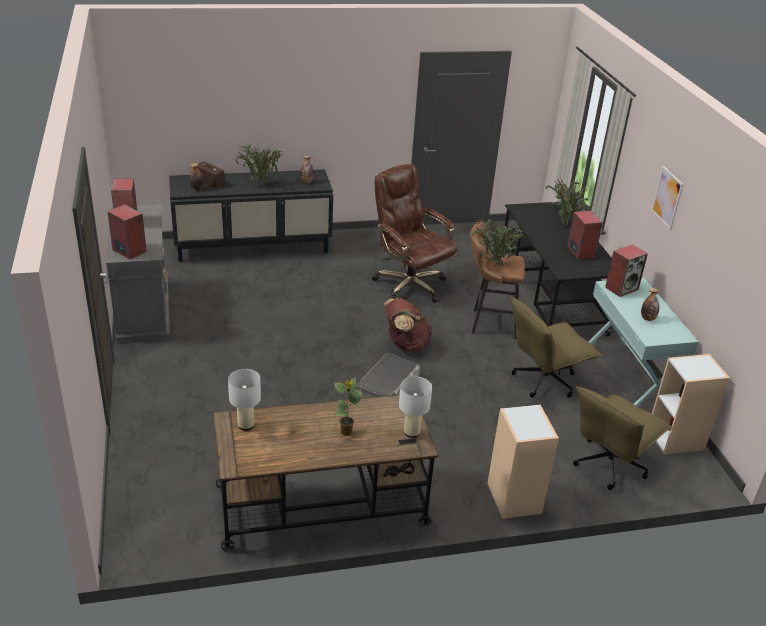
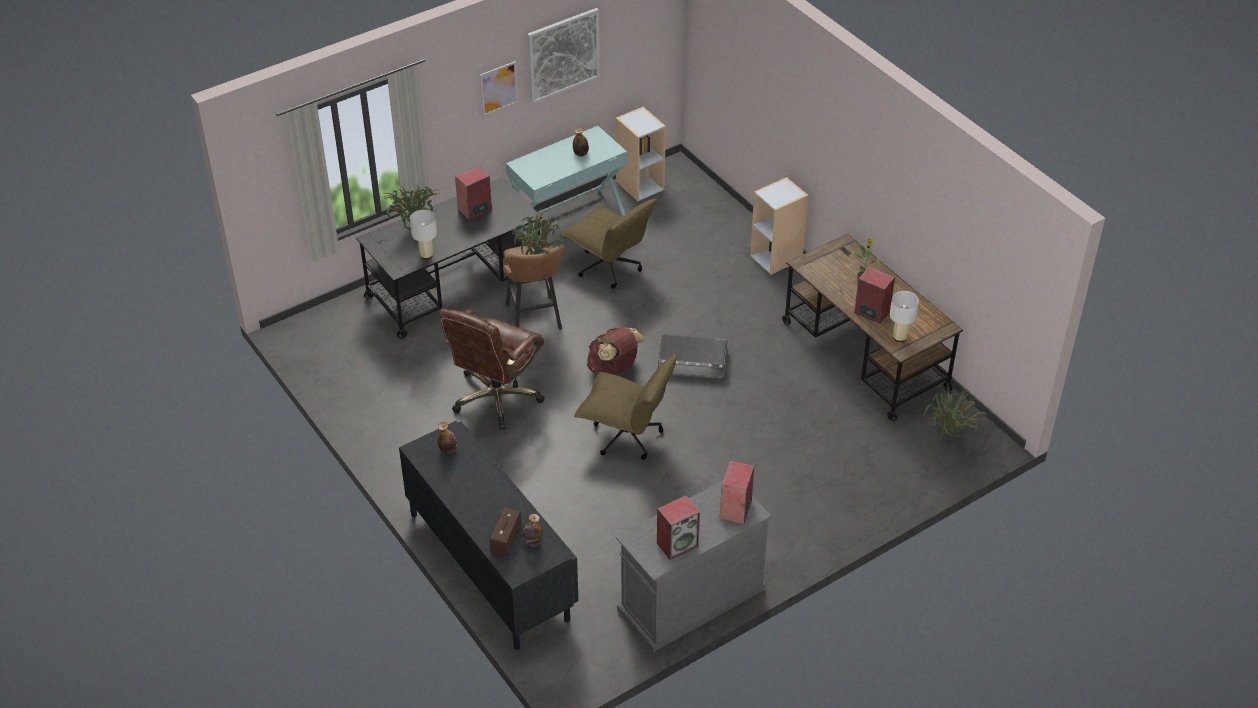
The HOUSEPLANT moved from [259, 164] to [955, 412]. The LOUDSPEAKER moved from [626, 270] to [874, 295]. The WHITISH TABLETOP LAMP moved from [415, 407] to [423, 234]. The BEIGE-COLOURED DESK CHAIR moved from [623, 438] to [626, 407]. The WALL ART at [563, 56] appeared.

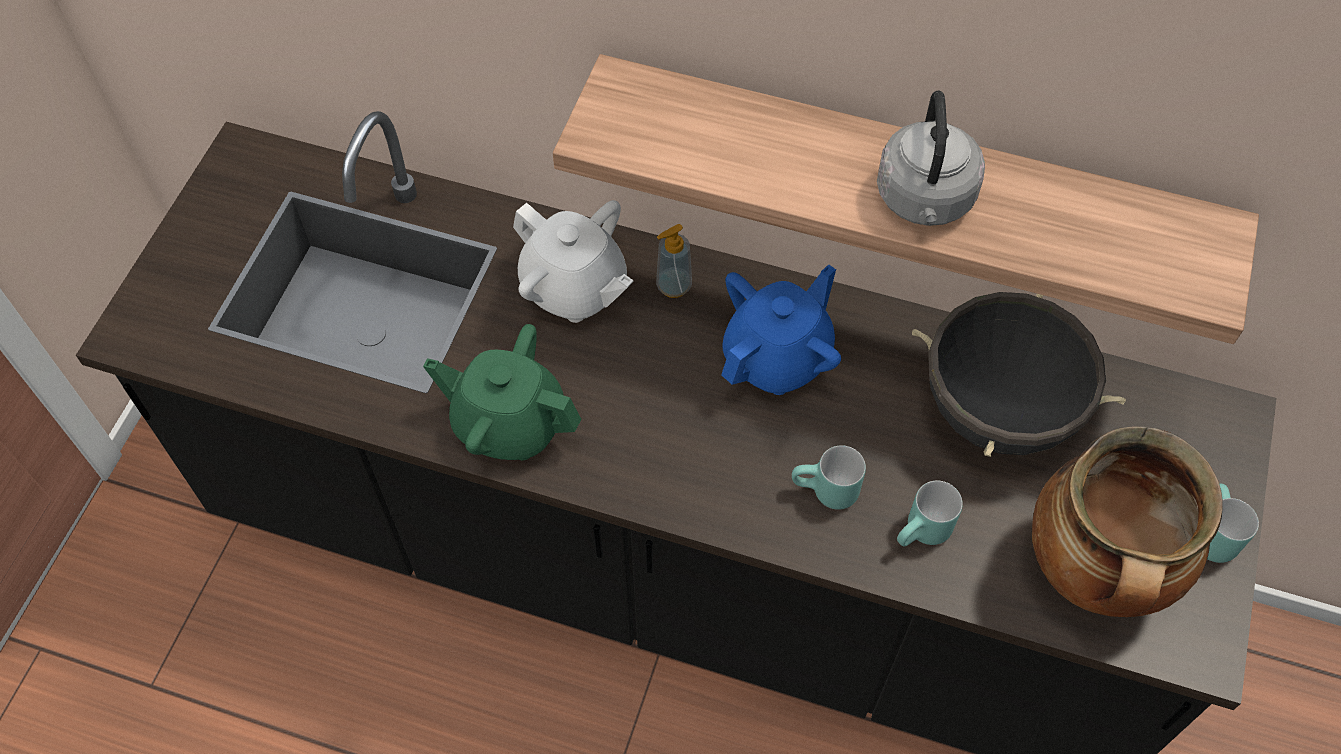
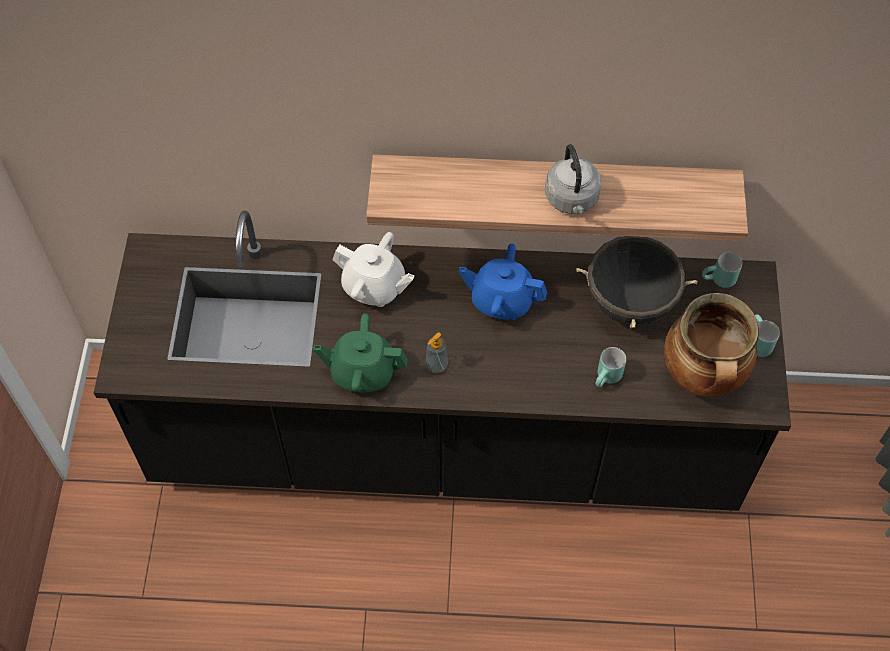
The SOAP DISPENSER moved from [674, 261] to [437, 352]. The BLUE TEA POT at [781, 329] turned 105 degrees counterclockwise. The TURQUOISE-COLOURED MUG moved from [829, 477] to [722, 270].

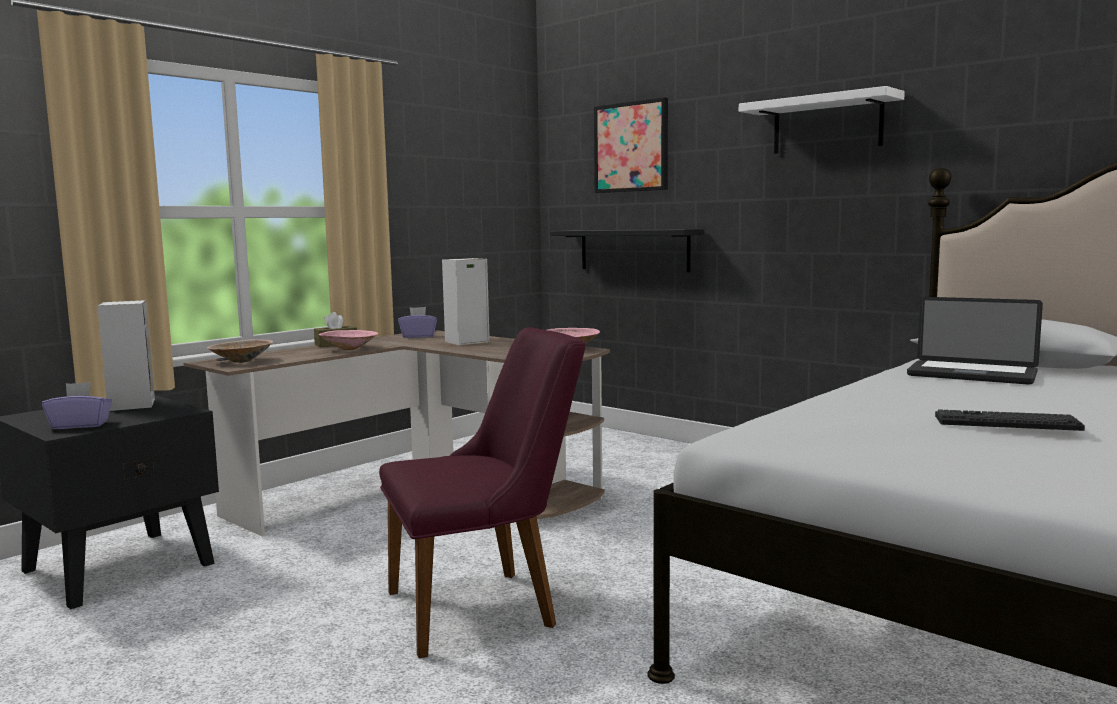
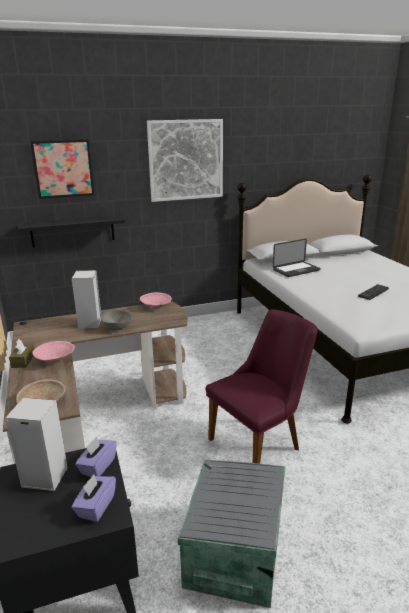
The WHITISH SHELF at [822, 120] was replaced by the WALL ART at [185, 160]. The PURPLE-COLOURED TISSUE BOX moved from [417, 322] to [96, 457]. The PURPLE-COLOURED PLAIN CHAIR at [482, 493] turned 45 degrees clockwise. The GRAY SERVING BOWL at [116, 320] appeared. The GRAY STORAGE BOX at [232, 533] appeared.

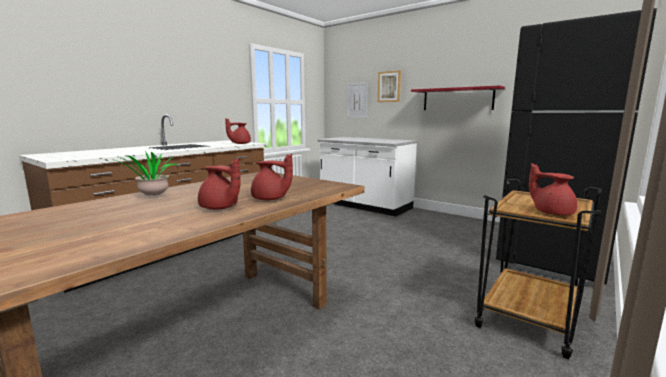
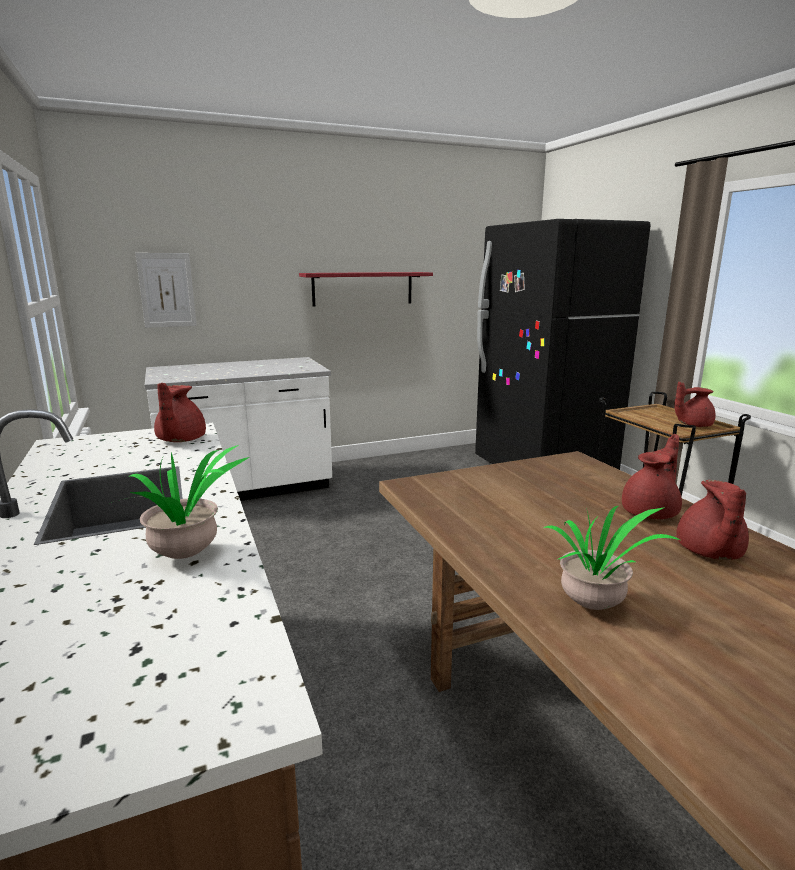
The WALL ART at [389, 86] disappeared. The RED TEA POT at [219, 184] turned 135 degrees clockwise. The HOUSEPLANT at [180, 502] appeared.

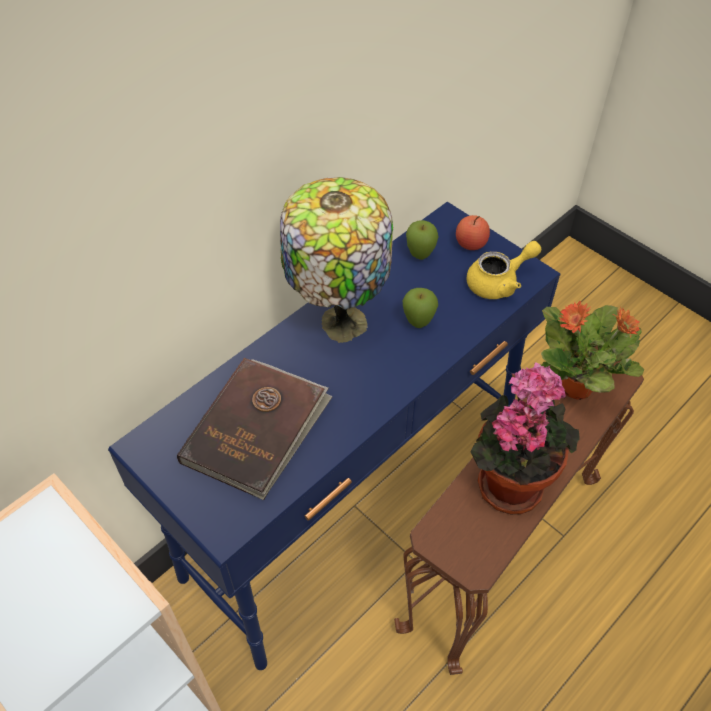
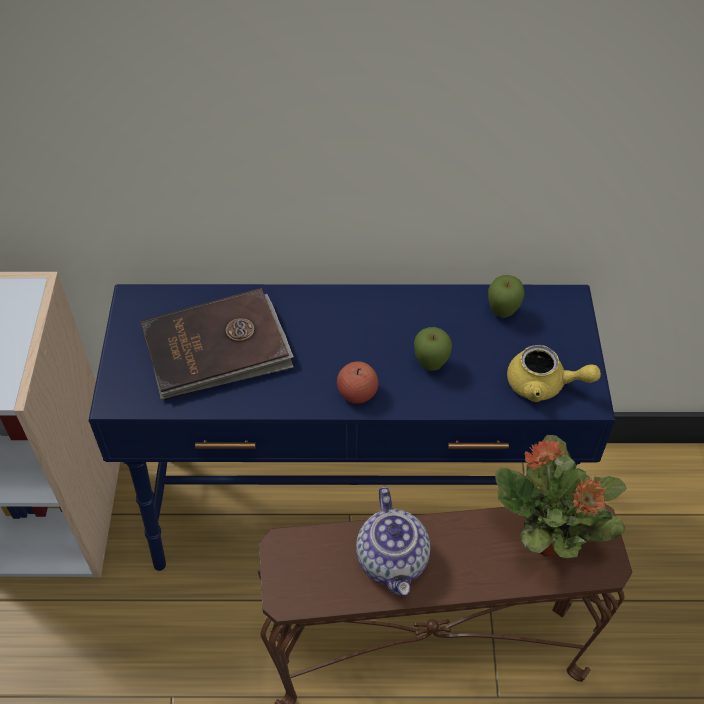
The TABLETOP LAMP at [336, 260] disappeared. The WHOLE APPLE moved from [473, 232] to [358, 382]. The HOUSEPLANT at [525, 438] was replaced by the TEA POT at [393, 541].

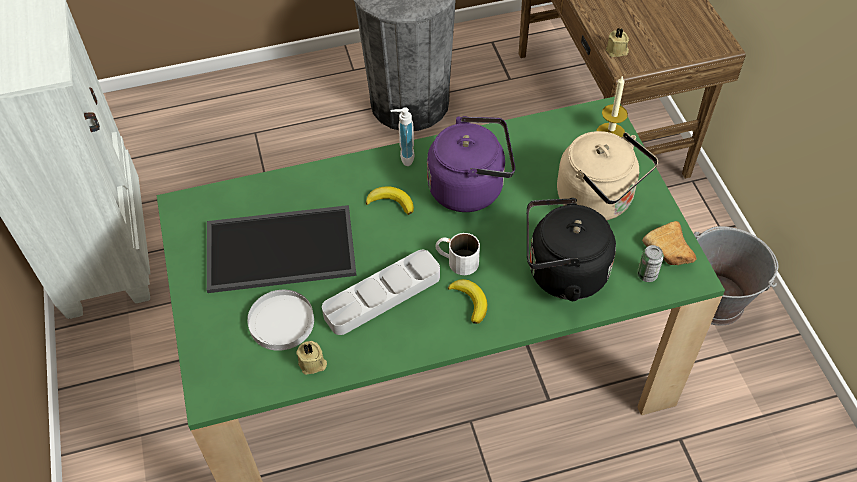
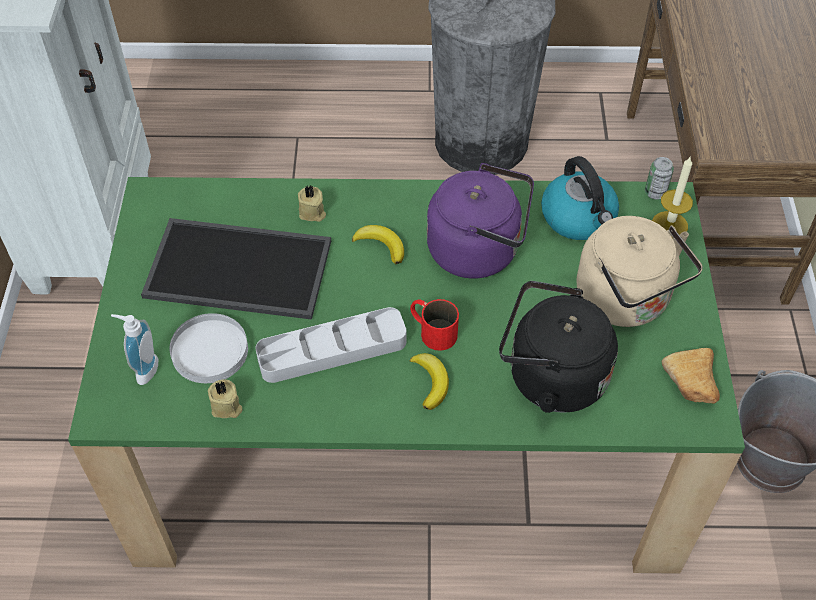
The BEIGE-COLOURED CANDLE moved from [617, 42] to [312, 204]. The SOAP DISPENSER moved from [403, 136] to [134, 349]. The WHITISH MUG at [457, 254] became the RED MUG at [434, 325]. The CAN moved from [650, 263] to [659, 178]. The KETTLE at [580, 198] appeared.

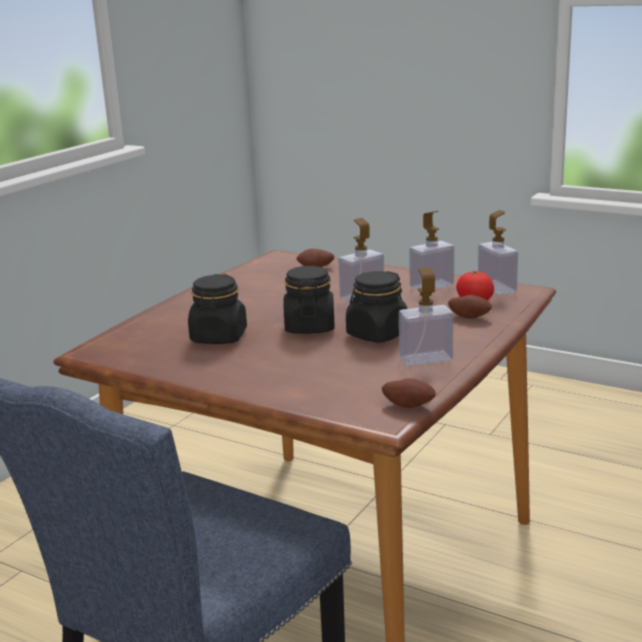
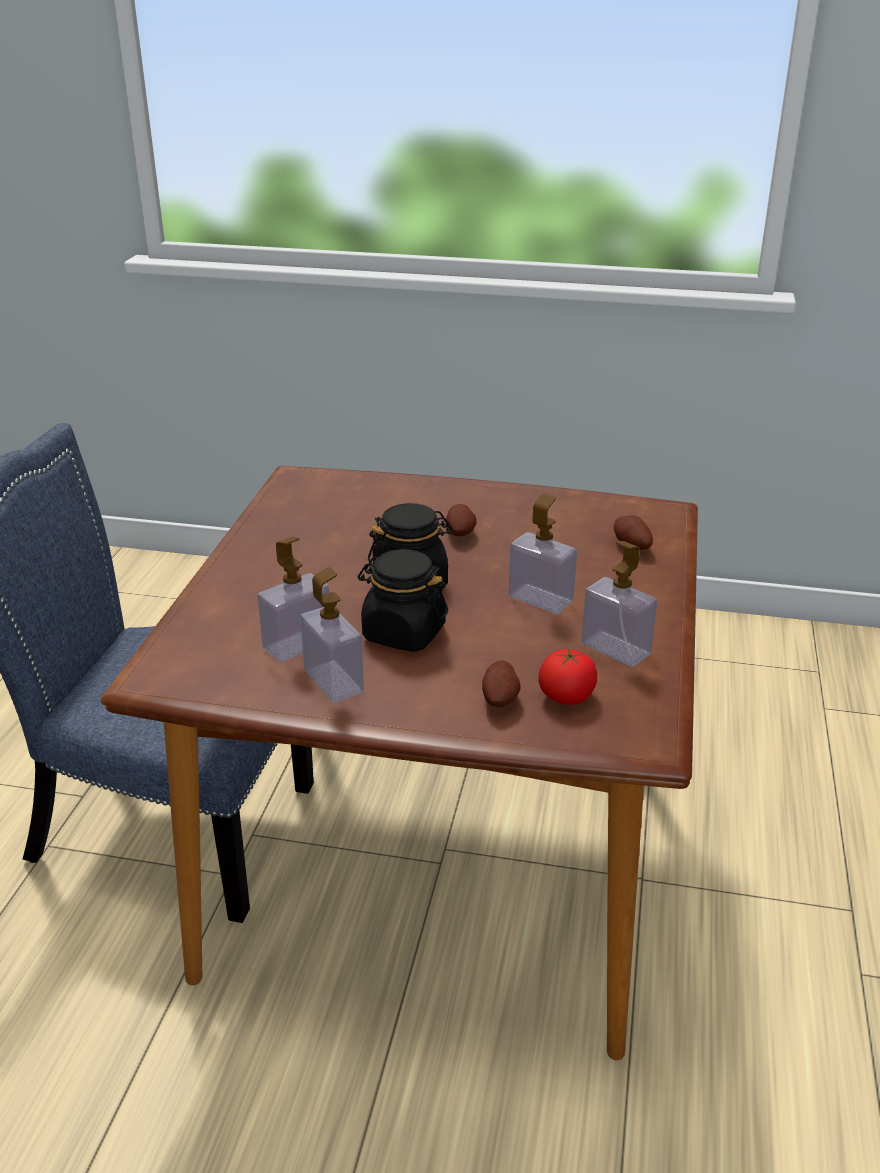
The SOAP DISPENSER moved from [498, 252] to [293, 599]. The BLACK JAR at [217, 309] disappeared. The WHOLE POTATO moved from [409, 393] to [461, 520].

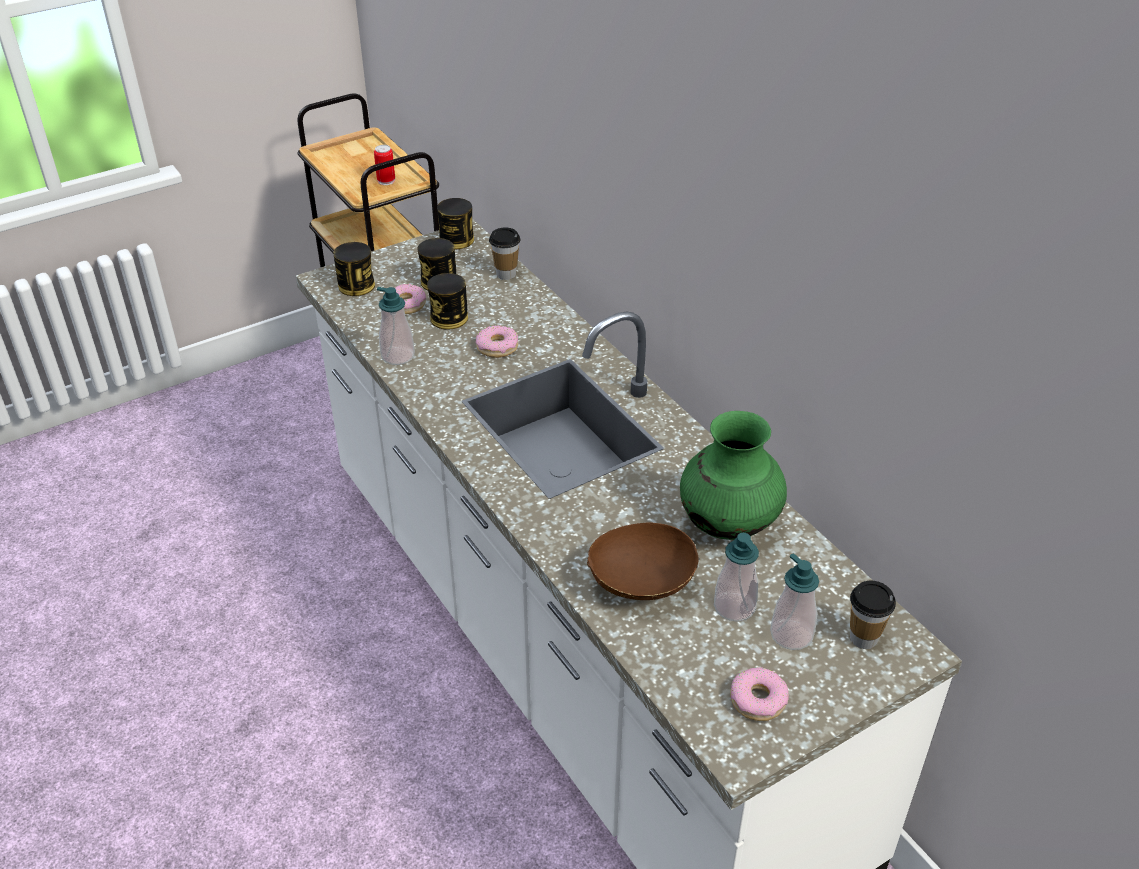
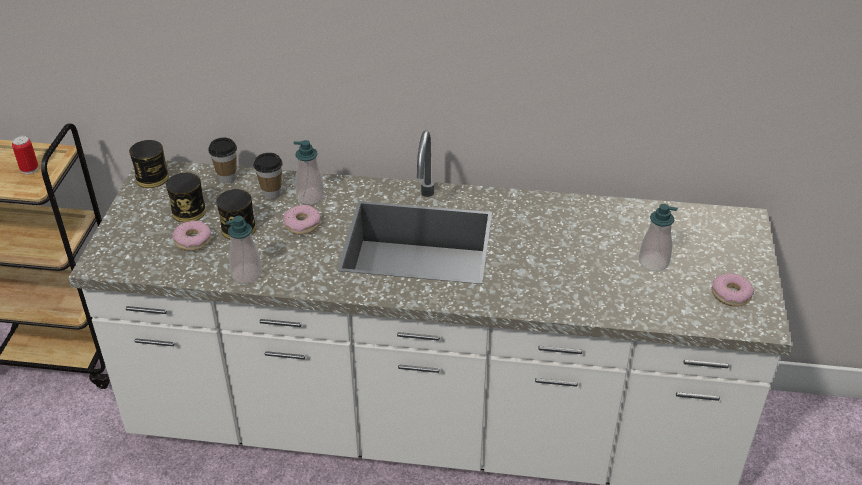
The CAN at [354, 269] disappeared. The GREEN-COLOURED VASE at [733, 475] disappeared. The BROWN SERVING BOWL at [643, 561] disappeared. The SOAP DISPENSER moved from [794, 601] to [309, 172]. The DRINKING CUP moved from [873, 615] to [268, 176].

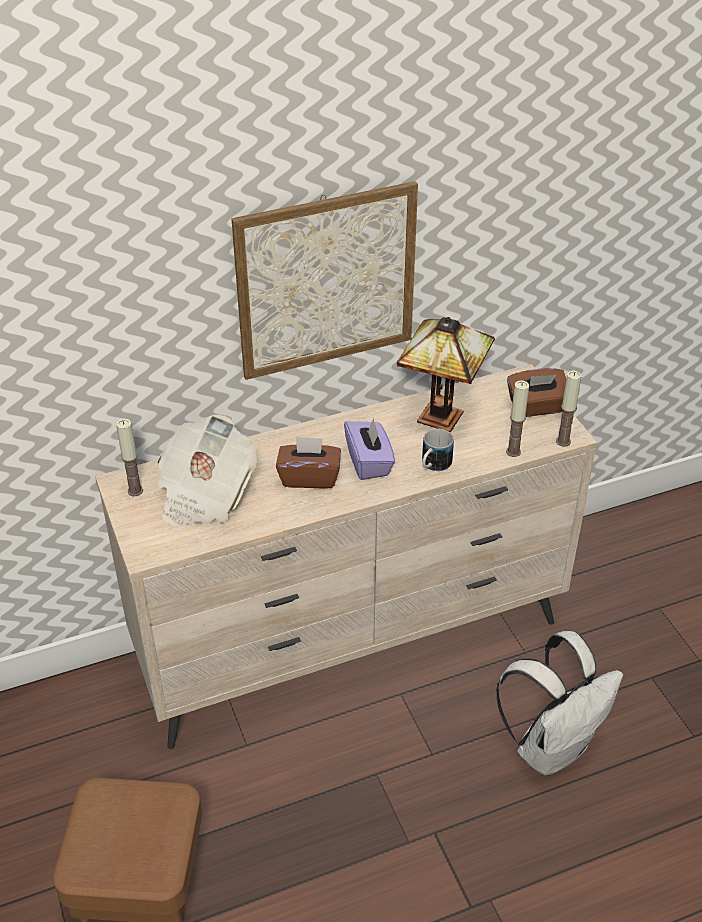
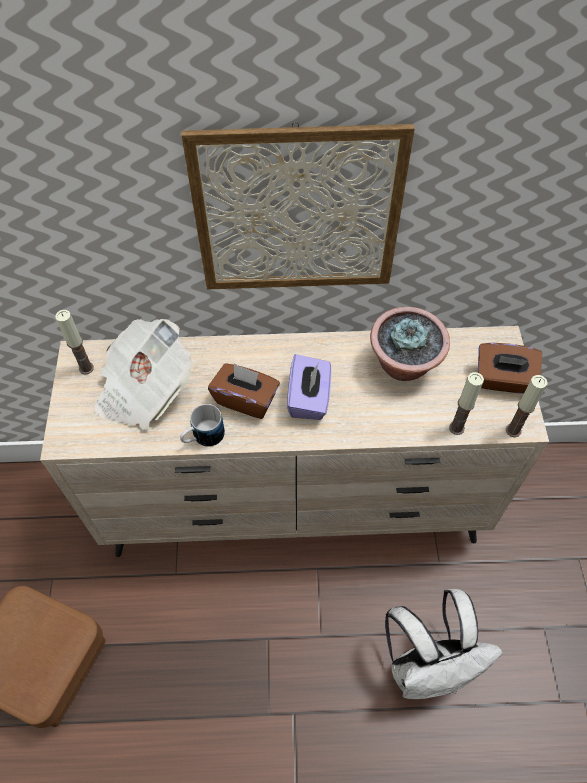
The TABLETOP LAMP at [446, 374] was replaced by the HOUSEPLANT at [410, 344]. The MUG moved from [438, 450] to [202, 425].

